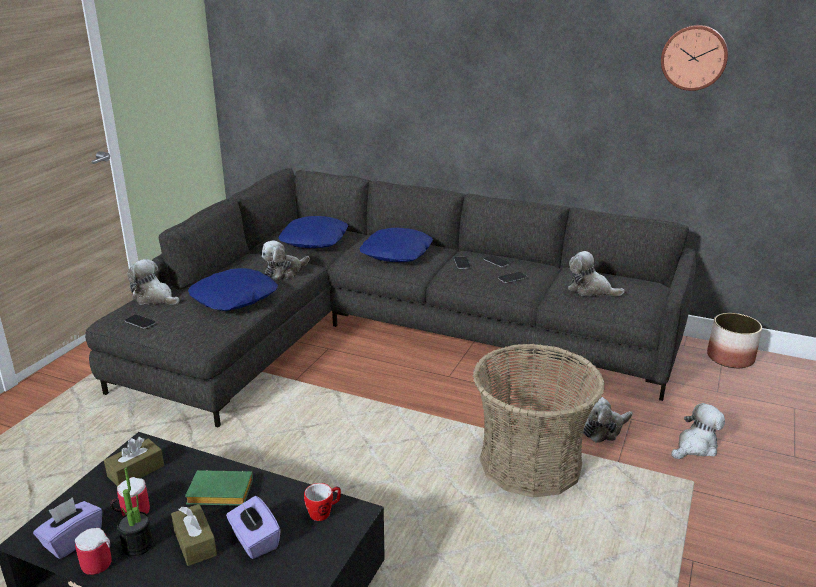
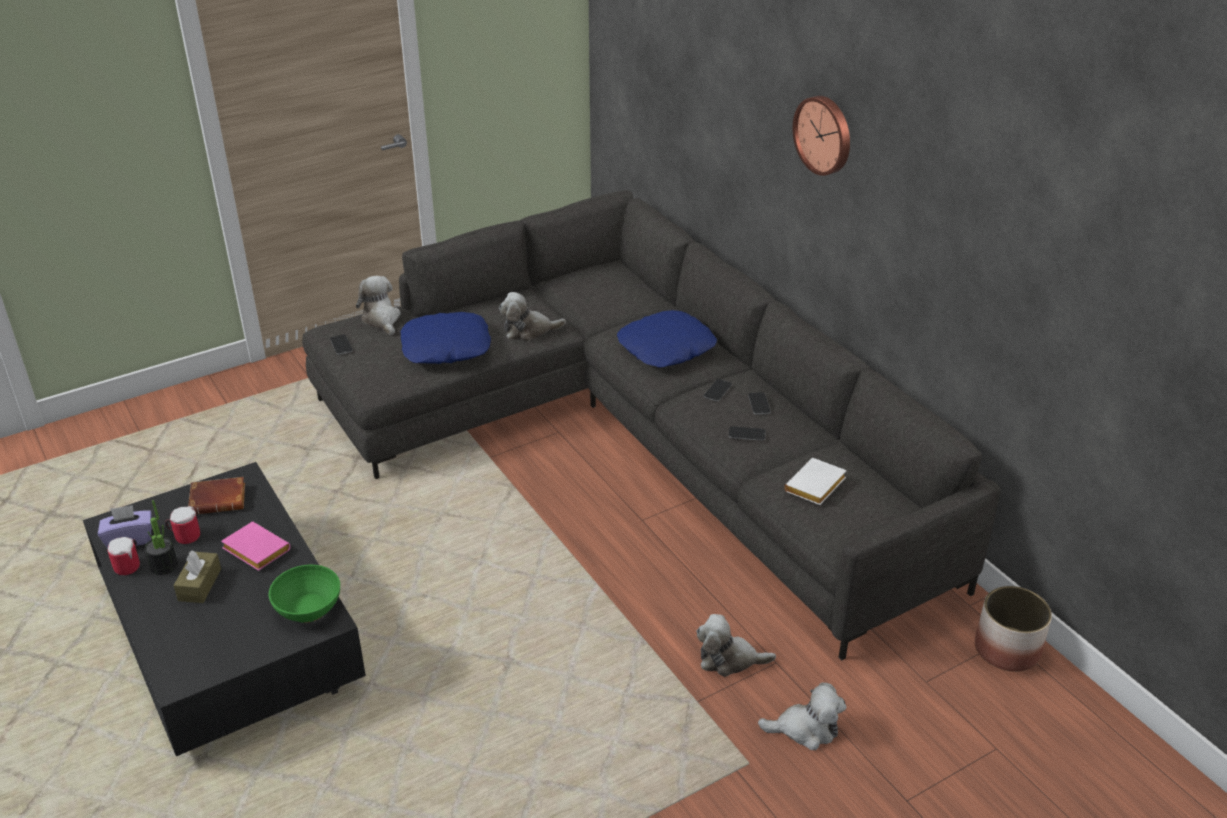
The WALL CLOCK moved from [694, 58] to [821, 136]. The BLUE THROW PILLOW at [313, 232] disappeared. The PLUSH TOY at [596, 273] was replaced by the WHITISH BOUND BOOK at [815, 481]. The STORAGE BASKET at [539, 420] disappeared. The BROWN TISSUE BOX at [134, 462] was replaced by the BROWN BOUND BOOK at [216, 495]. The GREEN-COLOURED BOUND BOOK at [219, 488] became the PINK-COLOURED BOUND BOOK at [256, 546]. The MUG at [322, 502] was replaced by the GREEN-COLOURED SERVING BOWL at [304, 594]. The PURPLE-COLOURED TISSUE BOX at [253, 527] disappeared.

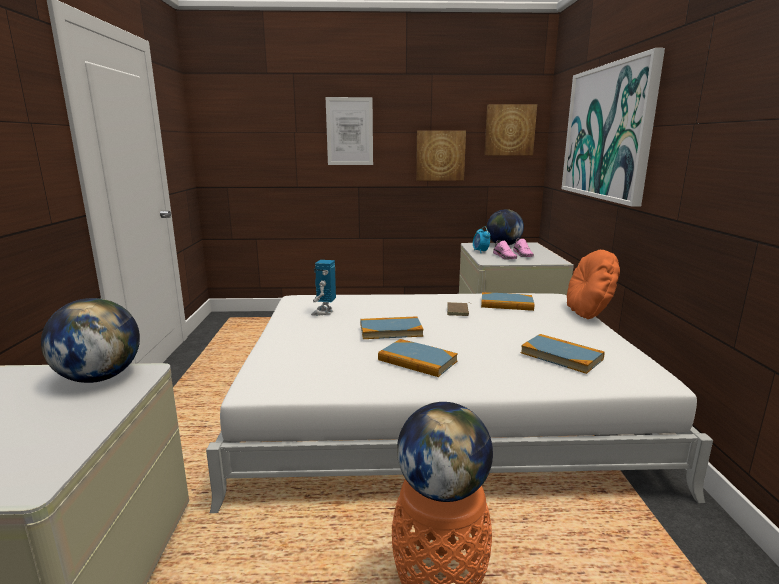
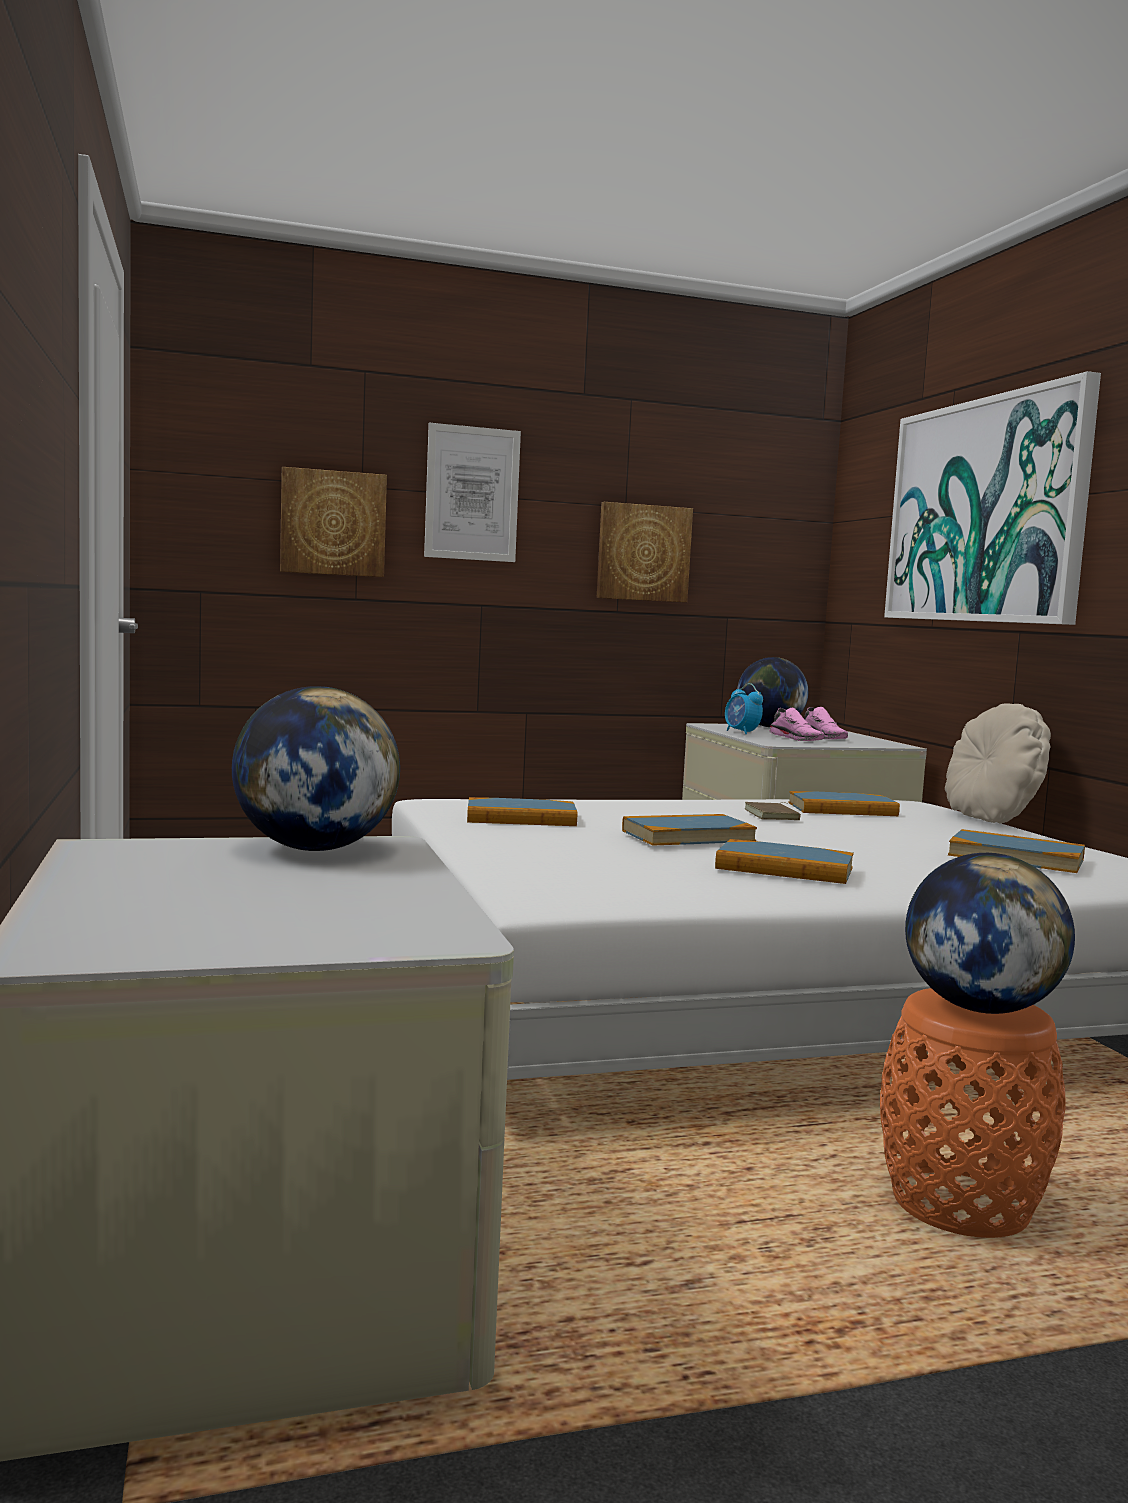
The WALL ART moved from [510, 130] to [333, 522]. The ORANGE-COLOURED THROW PILLOW at [593, 284] became the BEIGE-COLOURED THROW PILLOW at [998, 763]. The ROBOT FIGURE at [323, 288] was replaced by the BOUND BOOK at [522, 811].

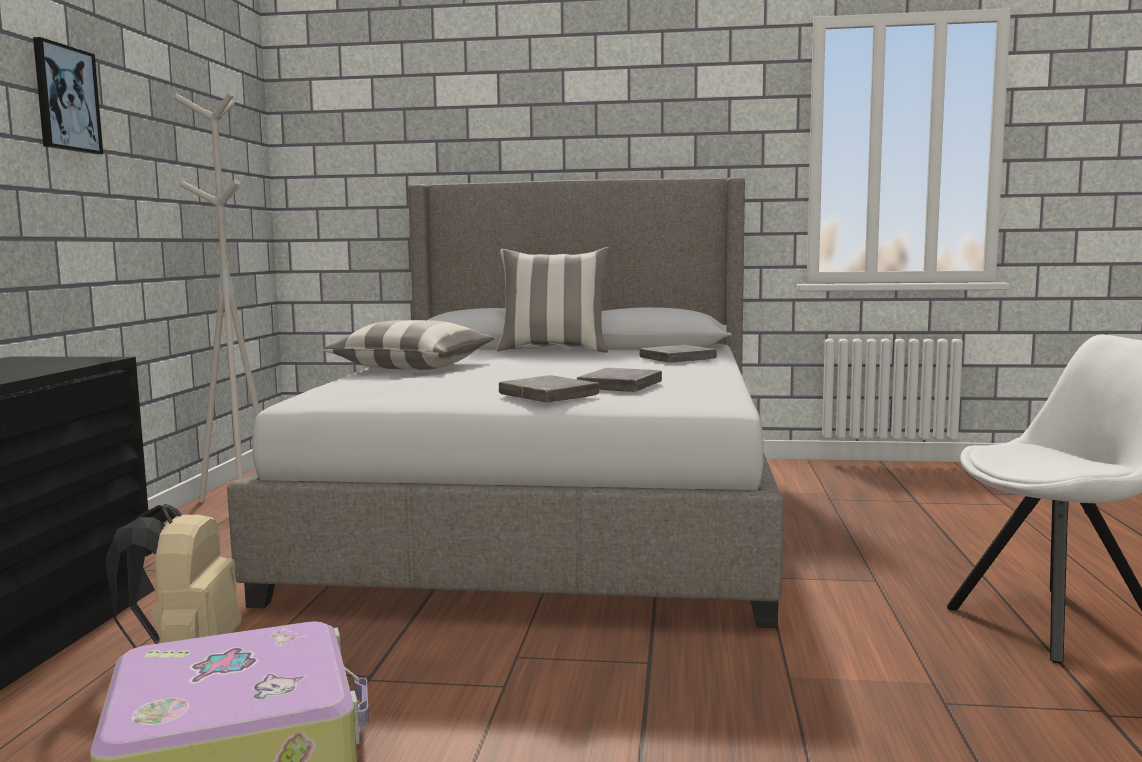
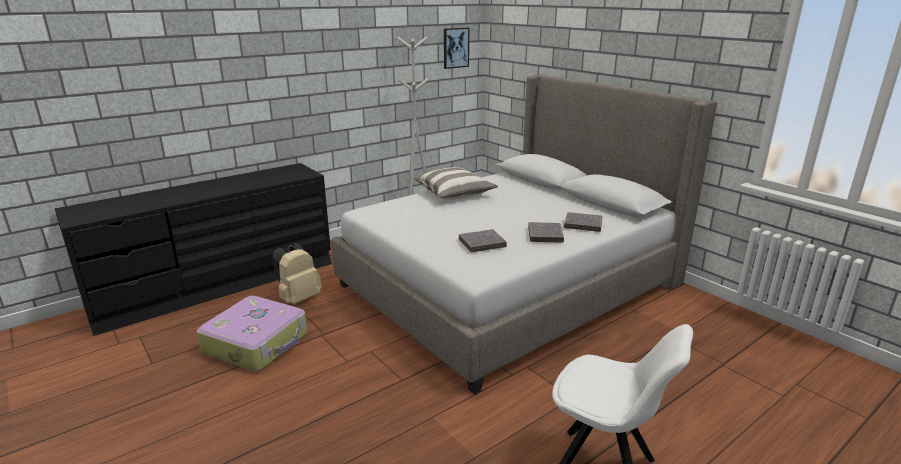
The WALL ART moved from [68, 95] to [456, 48]. The THROW PILLOW at [553, 299] disappeared. The GRAY BOUND BOOK moved from [549, 388] to [546, 232].

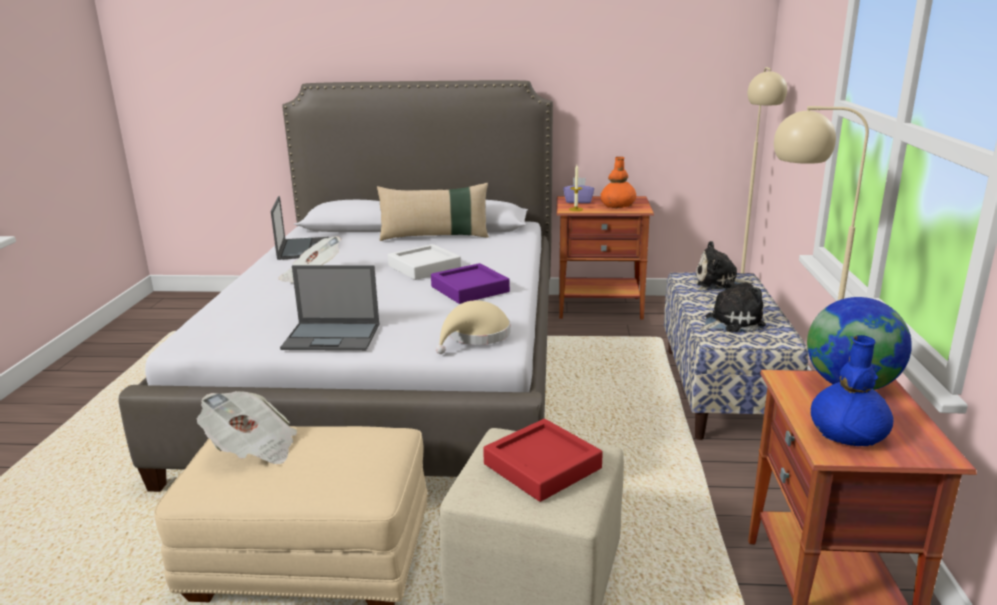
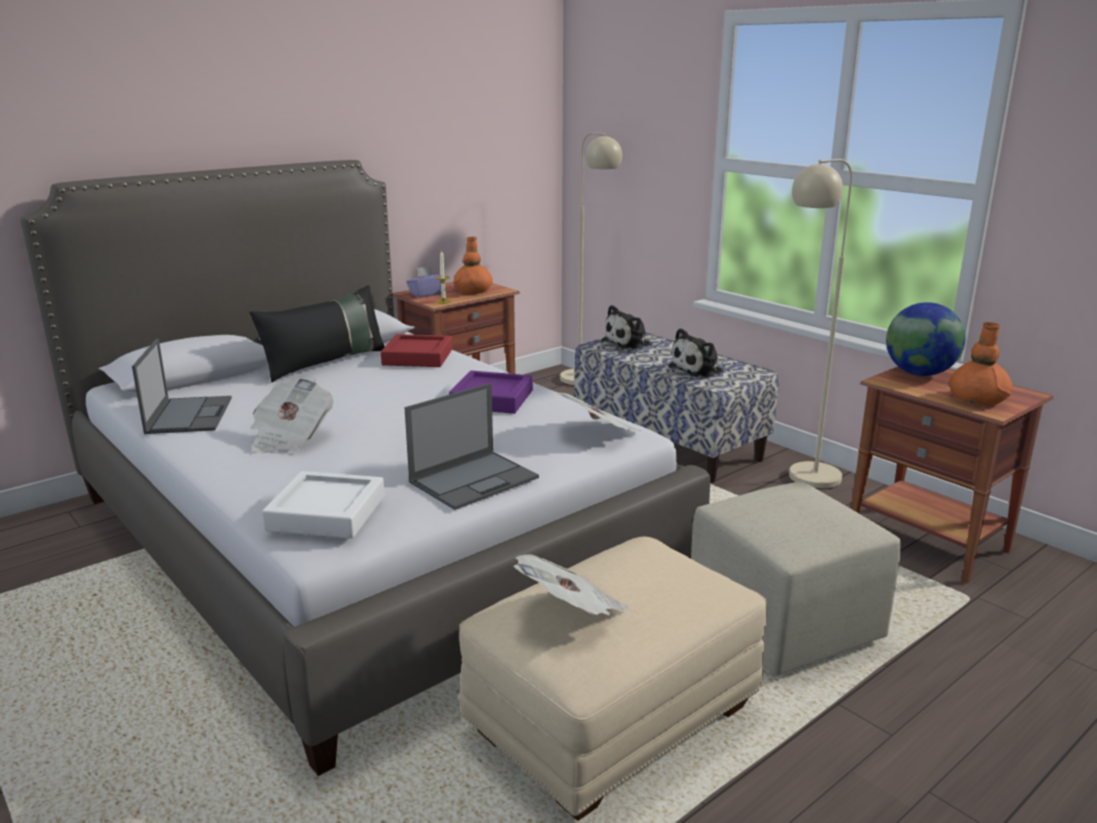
The BEIGE-COLOURED THROW PILLOW at [433, 212] became the BLACK THROW PILLOW at [317, 333]. The LAPTOP at [300, 228] turned 45 degrees clockwise. The WHITISH SERVING TRAY moved from [424, 262] to [323, 505]. The PLUSH TOY at [733, 305] turned 150 degrees counterclockwise. The BEIGE-COLOURED CLOTHING HAT at [473, 327] was replaced by the DAILY PAPER at [599, 412]. The BLUE VASE at [852, 390] became the ORANGE-COLOURED VASE at [980, 363]. The RED SERVING TRAY moved from [543, 460] to [417, 350].

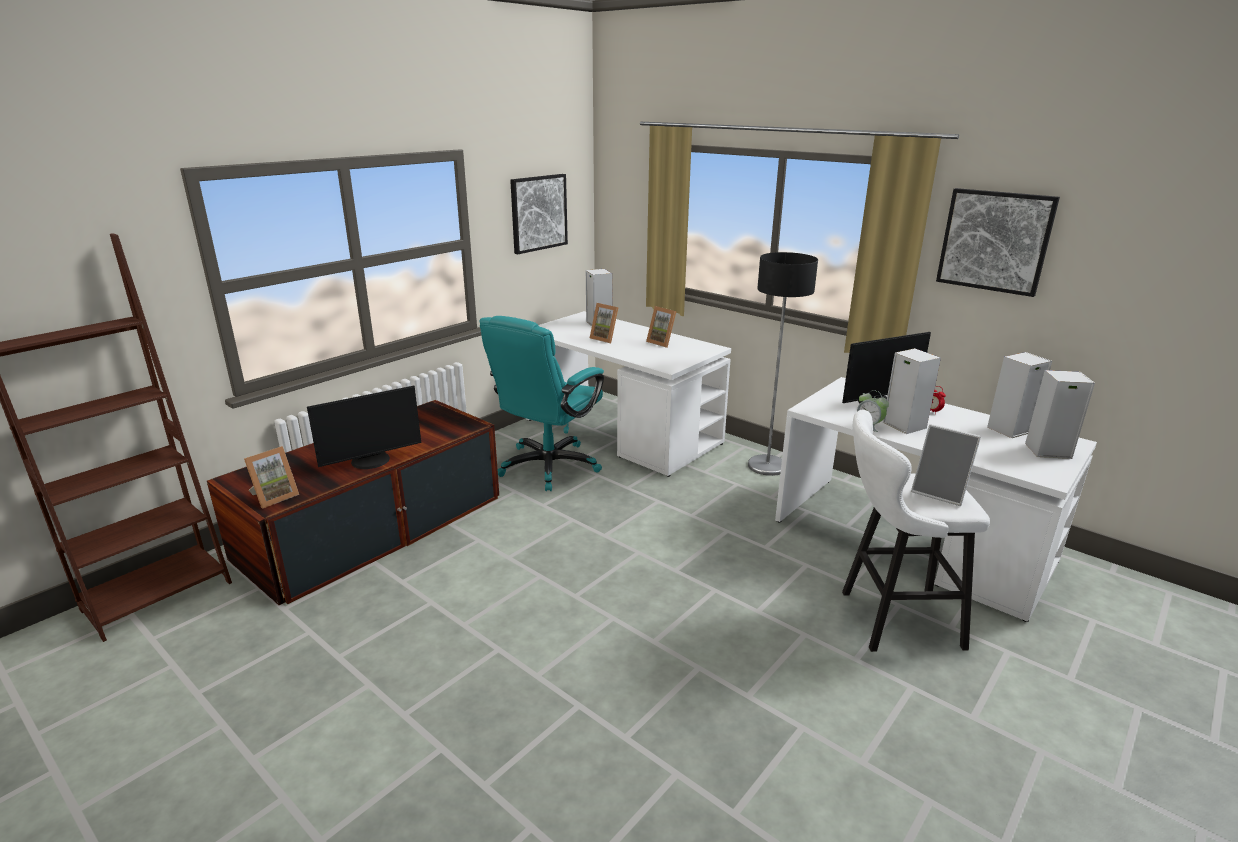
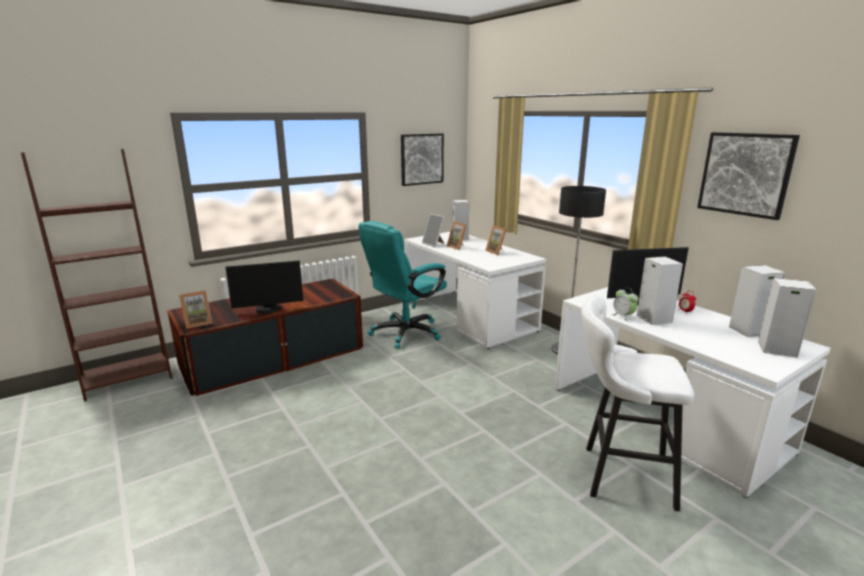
The STANDING FRAME moved from [946, 465] to [433, 230].

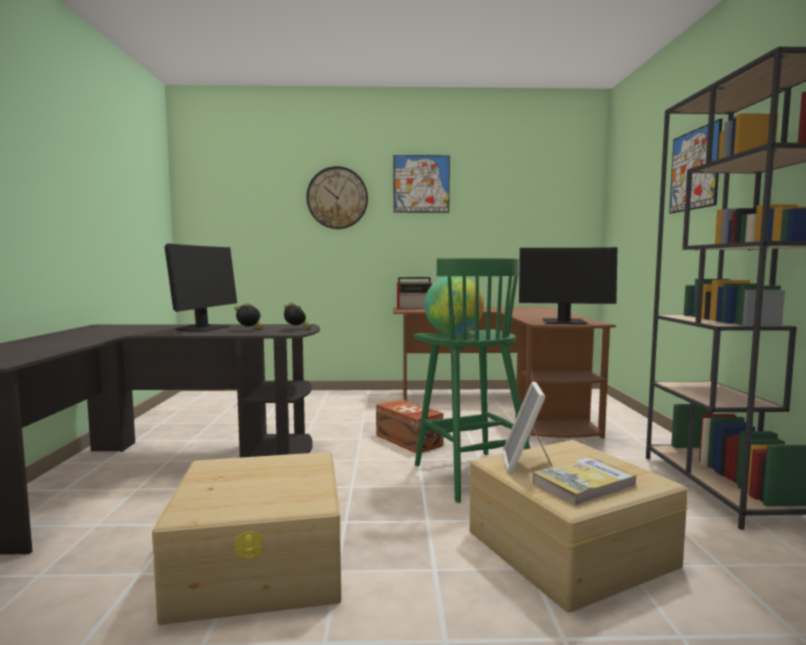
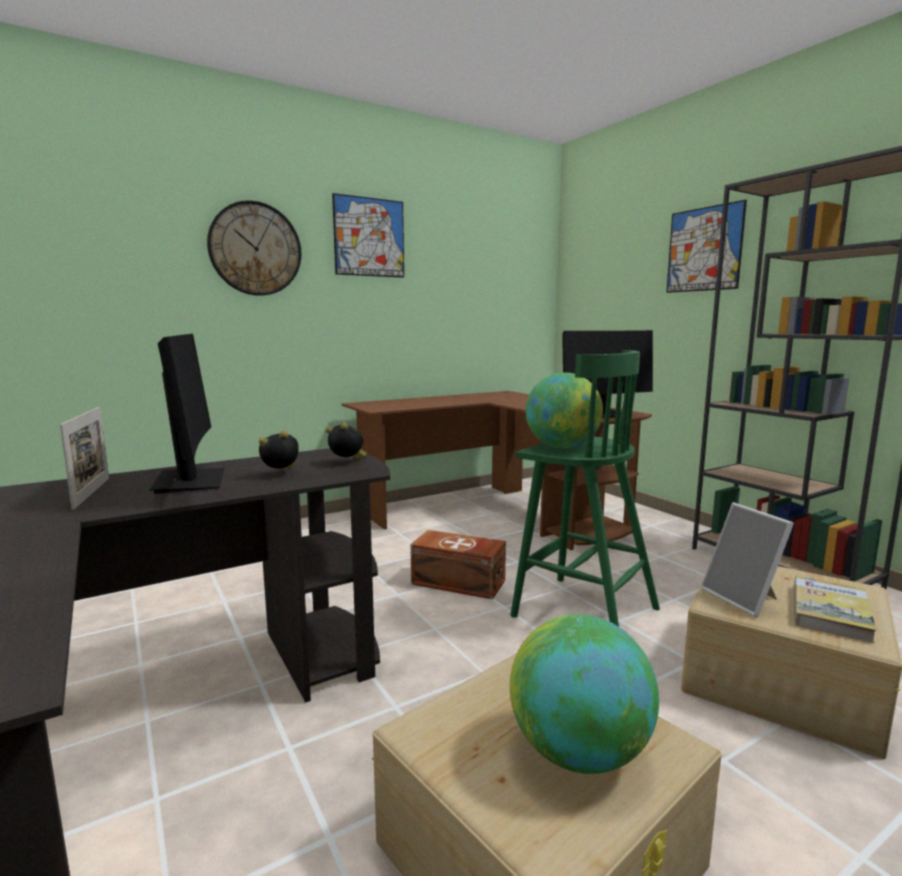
The RADIO at [414, 293] disappeared. The STANDING FRAME at [84, 458] appeared. The GLOBE at [584, 694] appeared.

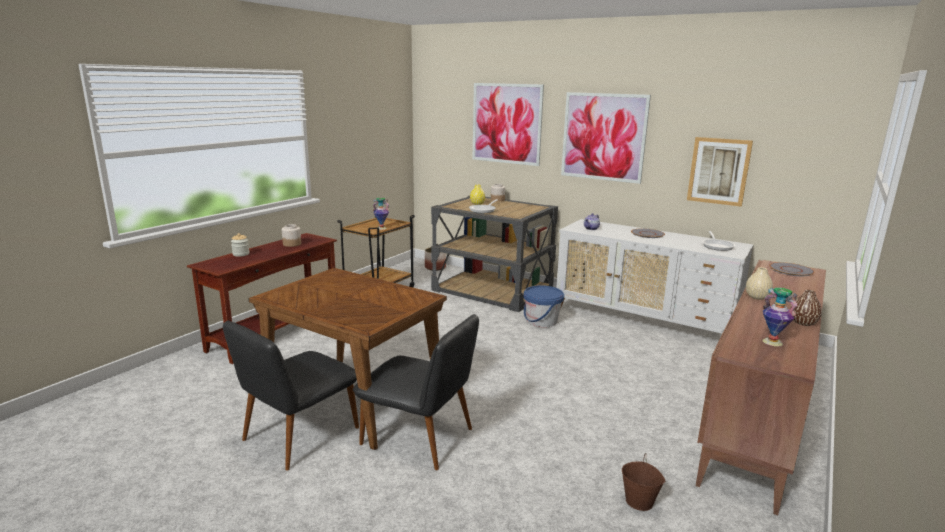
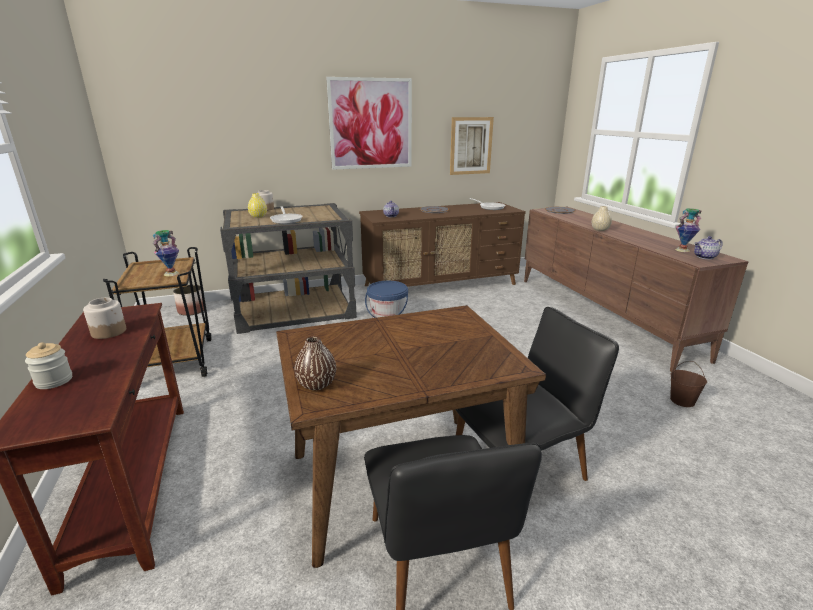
The WALL ART at [508, 124] disappeared. The WHITISH CHEST OF DRAWERS at [654, 276] became the BROWN CHEST OF DRAWERS at [442, 244]. The BROWN VASE moved from [806, 308] to [315, 363]. The TEA POT at [708, 247] appeared.

